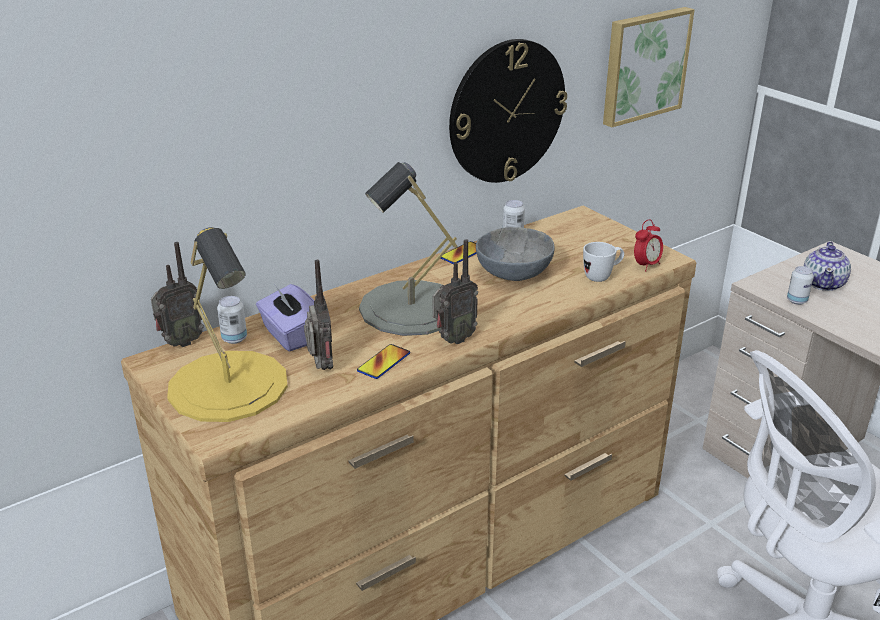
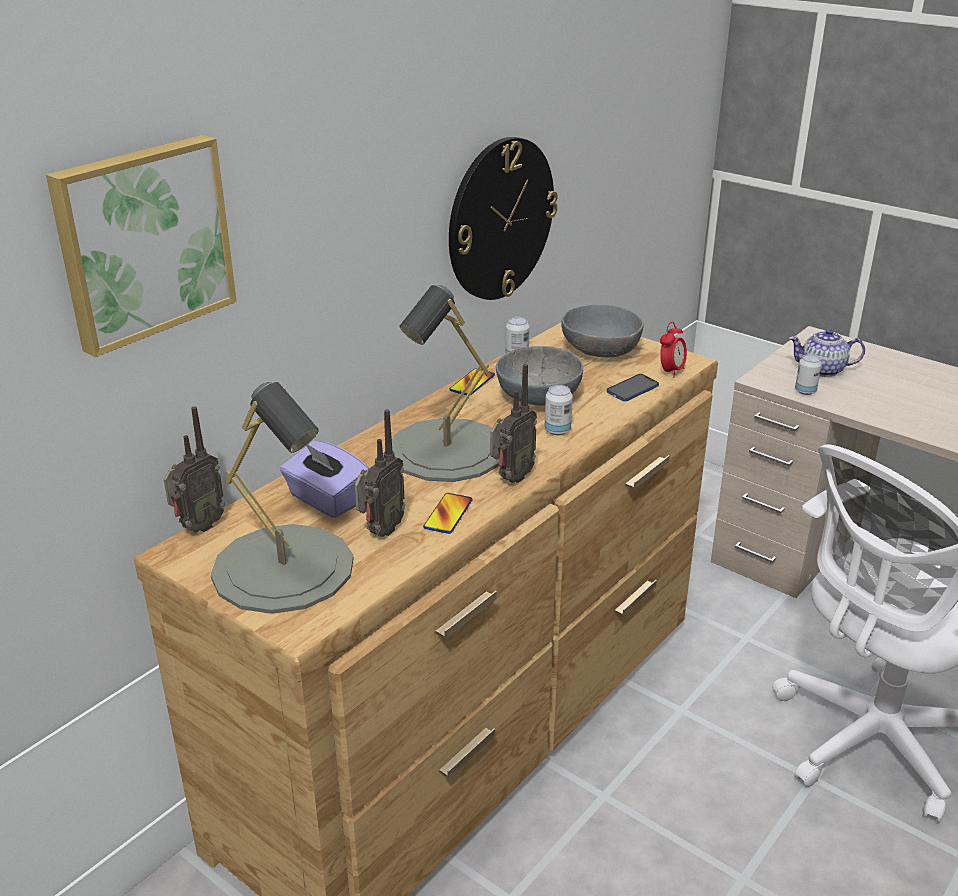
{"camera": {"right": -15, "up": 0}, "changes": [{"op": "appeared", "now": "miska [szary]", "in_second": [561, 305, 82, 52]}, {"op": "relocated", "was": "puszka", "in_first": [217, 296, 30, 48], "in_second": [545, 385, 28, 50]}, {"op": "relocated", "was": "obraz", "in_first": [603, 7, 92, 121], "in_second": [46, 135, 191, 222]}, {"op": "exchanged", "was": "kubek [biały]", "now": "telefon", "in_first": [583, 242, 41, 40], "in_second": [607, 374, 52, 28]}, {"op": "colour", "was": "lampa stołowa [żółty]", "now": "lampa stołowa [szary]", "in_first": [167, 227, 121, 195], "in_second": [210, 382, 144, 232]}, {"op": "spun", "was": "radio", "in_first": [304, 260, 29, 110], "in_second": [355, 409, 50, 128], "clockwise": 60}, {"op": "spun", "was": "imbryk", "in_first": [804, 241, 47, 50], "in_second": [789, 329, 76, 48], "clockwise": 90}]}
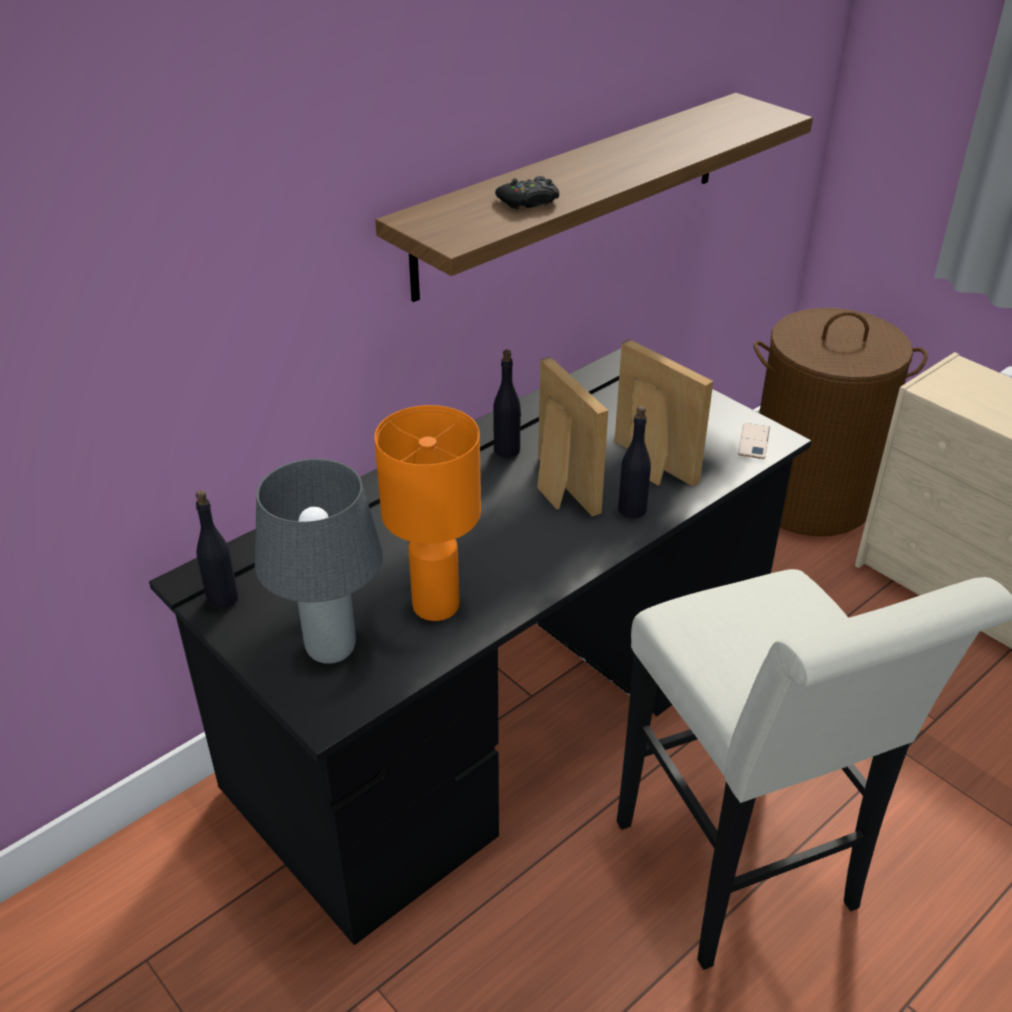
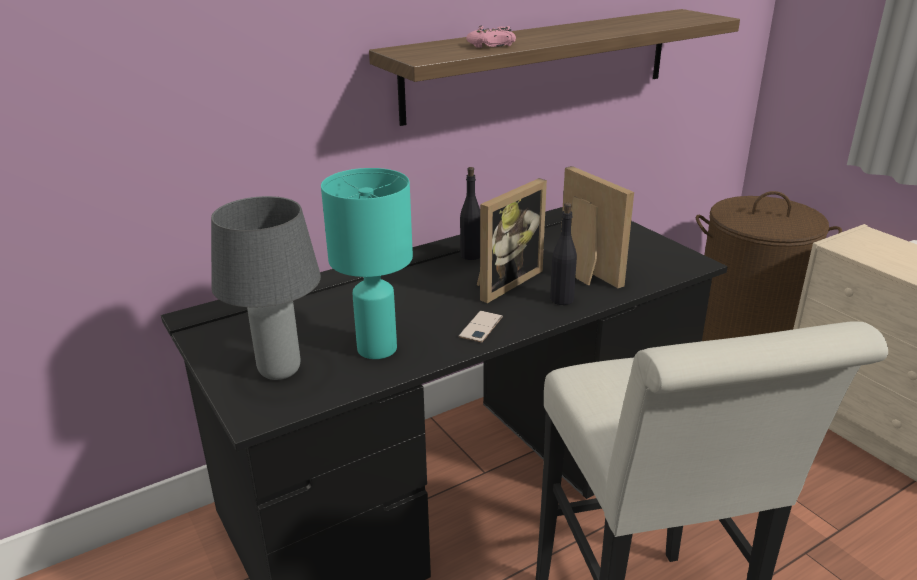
{"camera": {"right": 10, "up": -10}, "changes": [{"op": "missing", "was": "butelka [czarny]", "in_first": [196, 490, 42, 119]}, {"op": "relocated", "was": "telefon", "in_first": [738, 423, 32, 36], "in_second": [459, 311, 44, 32]}, {"op": "colour", "was": "lampa stołowa [pomarańczowy]", "now": "lampa stołowa [turkusowy]", "in_first": [374, 405, 107, 216], "in_second": [321, 168, 92, 191]}, {"op": "colour", "was": "pad do gier [czarny]", "now": "pad do gier [różowy]", "in_first": [495, 176, 64, 33], "in_second": [466, 26, 50, 22]}, {"op": "spun", "was": "ramka na zdjęcie", "in_first": [537, 357, 71, 159], "in_second": [477, 178, 70, 125], "clockwise": 60}]}
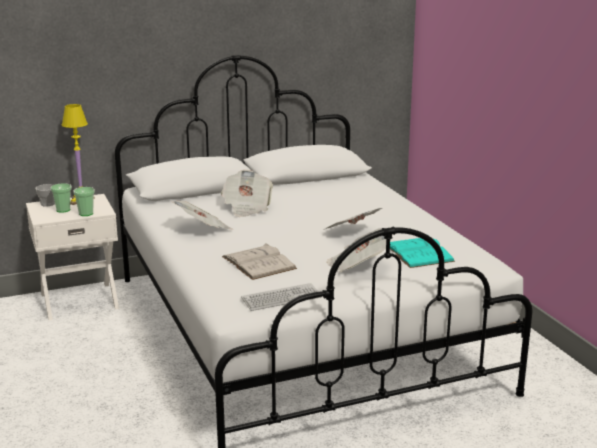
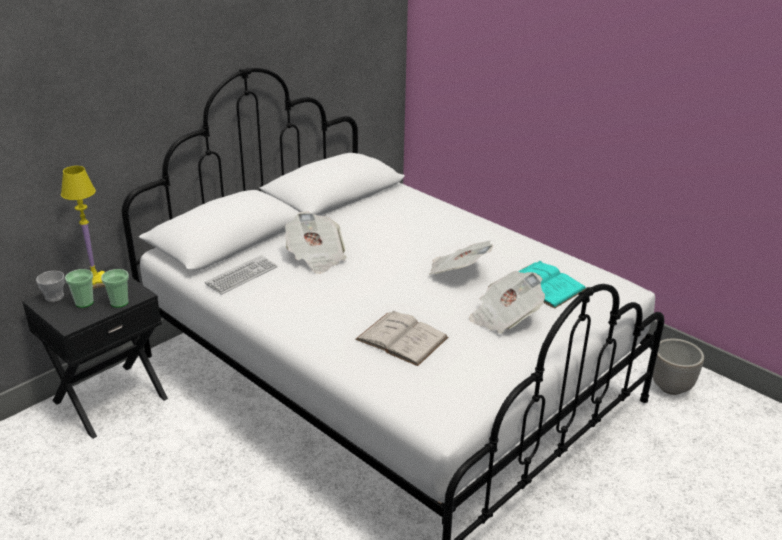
{"camera": {"right": -25, "up": 10}, "changes": [{"op": "missing", "was": "gazeta", "in_first": [171, 201, 61, 28]}, {"op": "appeared", "now": "donica", "in_second": [652, 339, 52, 56]}, {"op": "relocated", "was": "klawiatura", "in_first": [241, 283, 80, 28], "in_second": [205, 255, 72, 40]}, {"op": "colour", "was": "szafka nocna [biały]", "now": "szafka nocna [czarny]", "in_first": [26, 194, 93, 127], "in_second": [22, 265, 146, 174]}]}
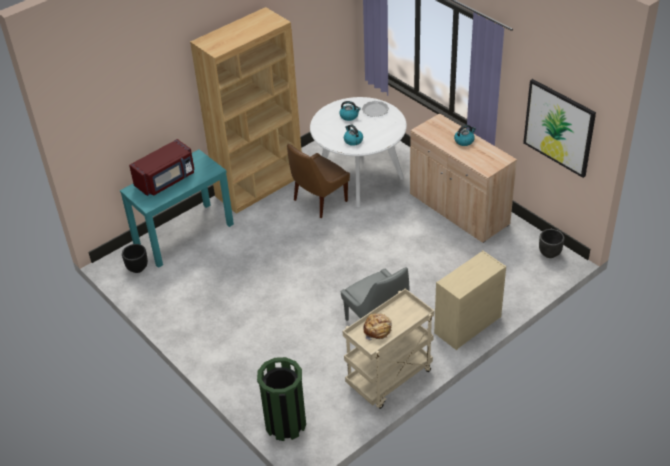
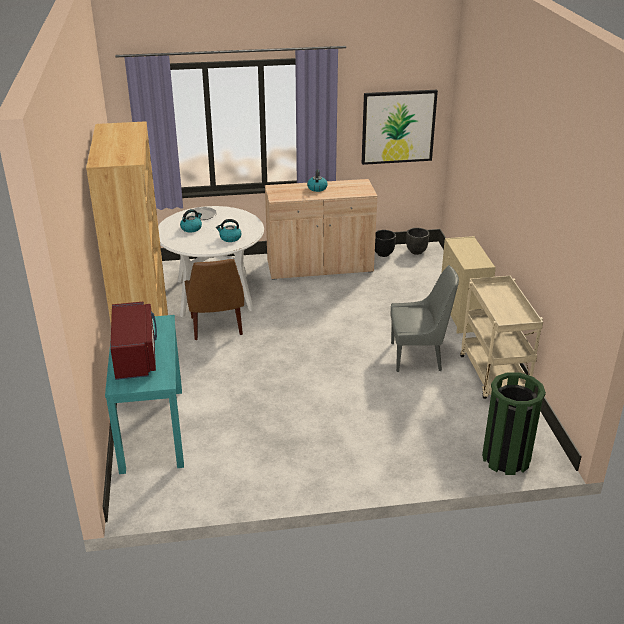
{"camera": {"right": -60, "up": -10}, "changes": [{"op": "missing", "was": "chleb", "in_first": [363, 313, 29, 27]}, {"op": "relocated", "was": "donica [czarny]", "in_first": [122, 244, 26, 29], "in_second": [375, 230, 21, 27]}]}
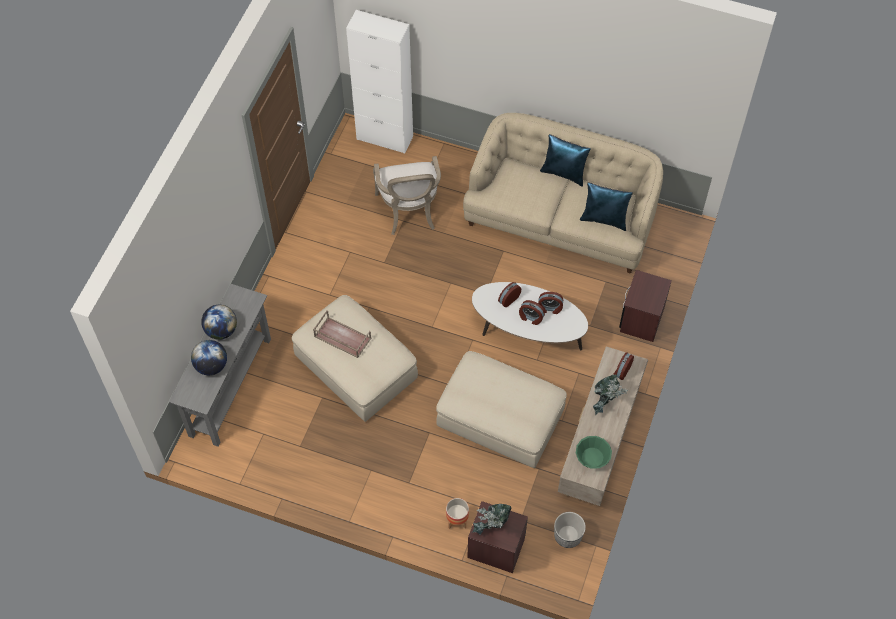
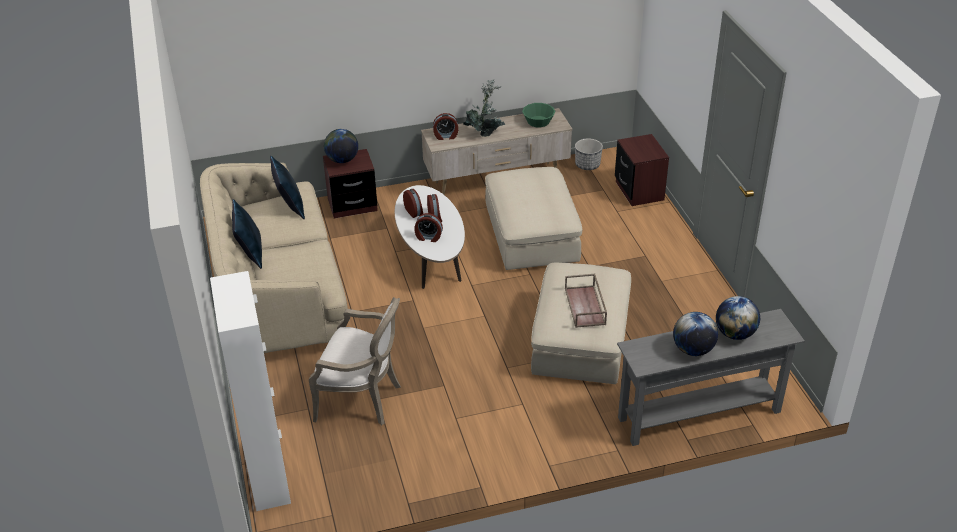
{"camera": {"right": -125, "up": -20}, "changes": [{"op": "missing", "was": "donica", "in_first": [446, 498, 23, 31]}, {"op": "missing", "was": "roślina doniczkowa", "in_first": [472, 504, 39, 30]}, {"op": "appeared", "now": "globus", "in_second": [324, 129, 34, 34]}, {"op": "spun", "was": "fotel", "in_first": [373, 156, 68, 79], "in_second": [309, 297, 92, 128], "clockwise": 60}]}
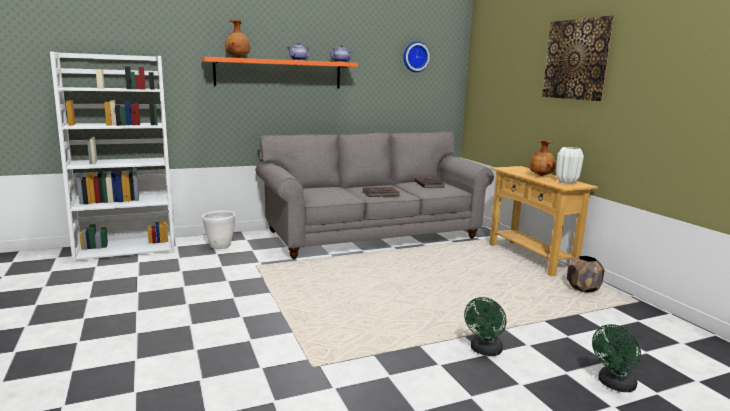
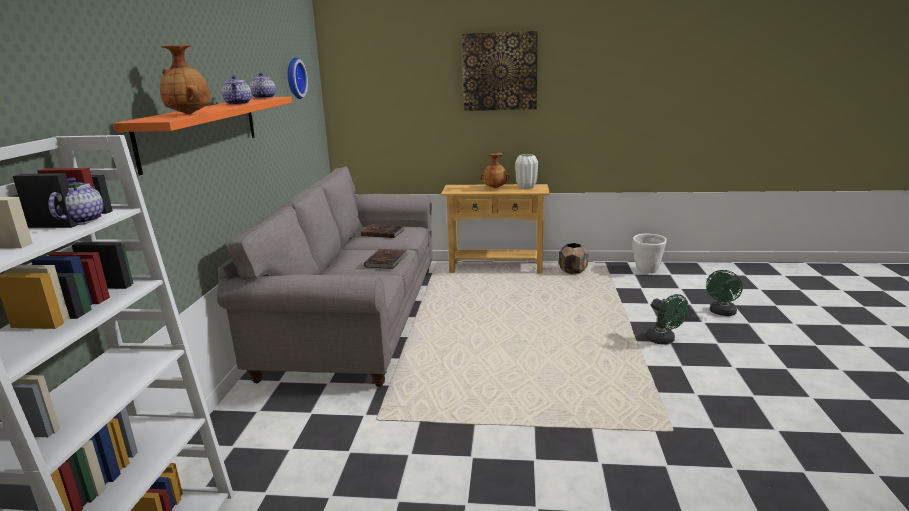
{"camera": {"right": -60, "up": 5}, "changes": [{"op": "appeared", "now": "imbryk", "in_second": [48, 177, 55, 47]}, {"op": "relocated", "was": "donica [biały]", "in_first": [202, 211, 33, 38], "in_second": [633, 234, 34, 39]}, {"op": "spun", "was": "wentylator [zielony]", "in_first": [592, 324, 49, 68], "in_second": [706, 270, 37, 46], "clockwise": 45}]}
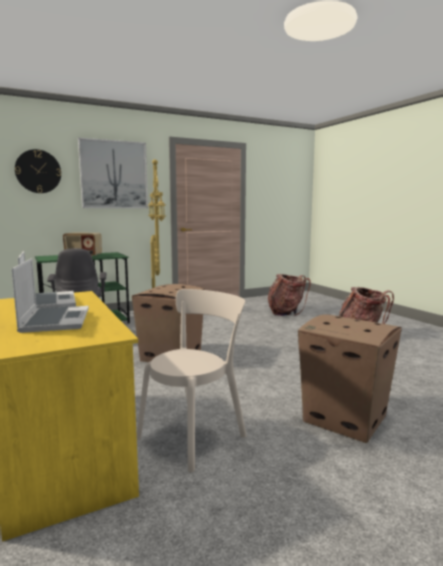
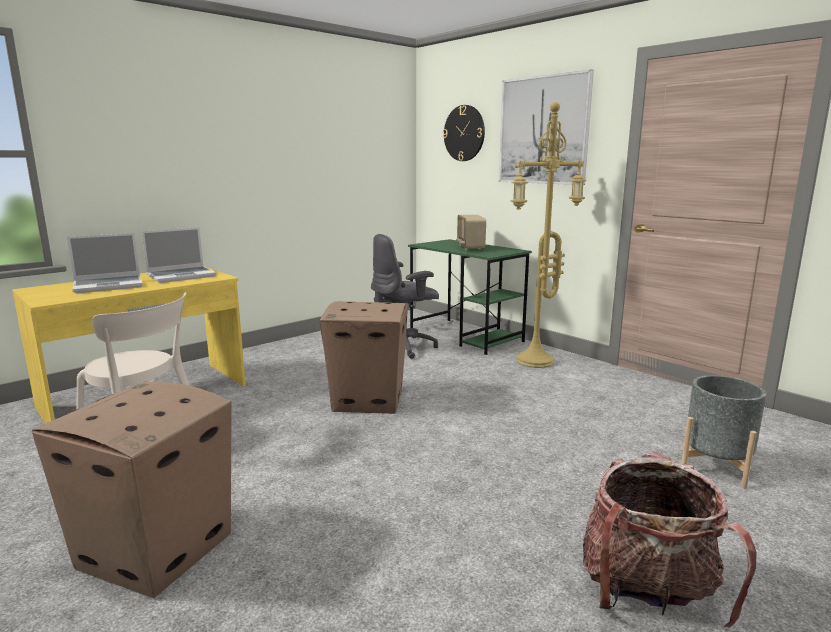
{"camera": {"right": 75, "up": 5}, "changes": [{"op": "exchanged", "was": "plecak", "now": "donica [szary]", "in_first": [268, 274, 43, 42], "in_second": [681, 375, 85, 114]}]}
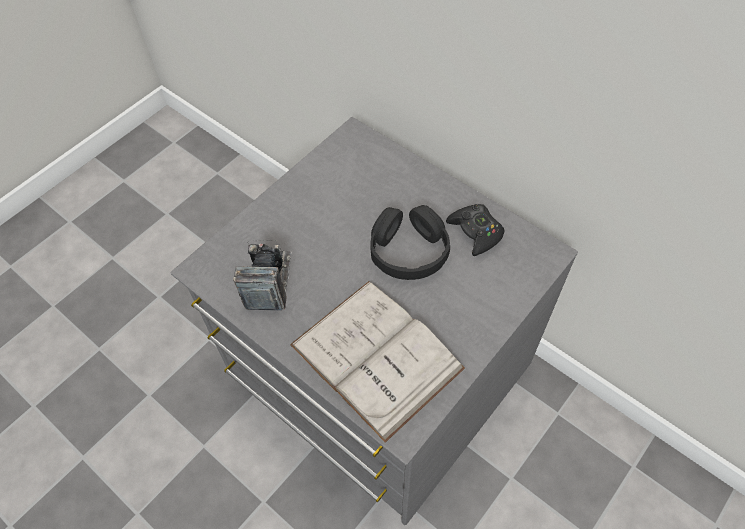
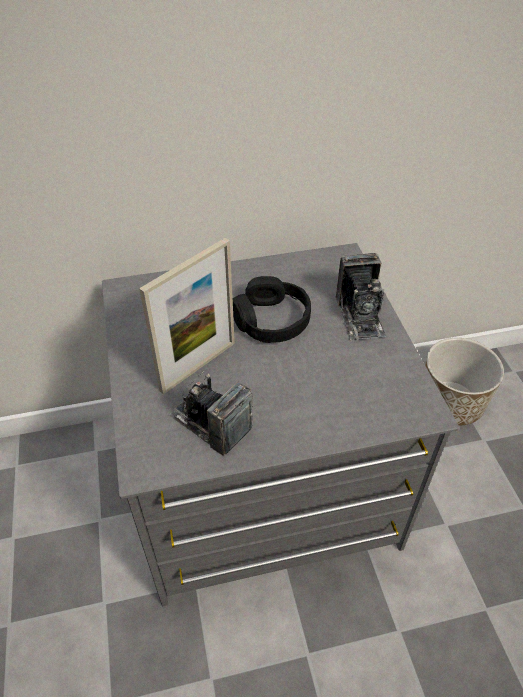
{"camera": {"right": -55, "up": -10}, "changes": [{"op": "missing", "was": "książka [biały]", "in_first": [290, 281, 175, 162]}, {"op": "missing", "was": "pad do gier [czarny]", "in_first": [446, 204, 58, 52]}, {"op": "appeared", "now": "ramka na zdjęcie", "in_second": [139, 238, 96, 156]}, {"op": "appeared", "now": "aparat fotograficzny", "in_second": [336, 253, 50, 87]}, {"op": "appeared", "now": "donica", "in_second": [425, 338, 79, 88]}]}
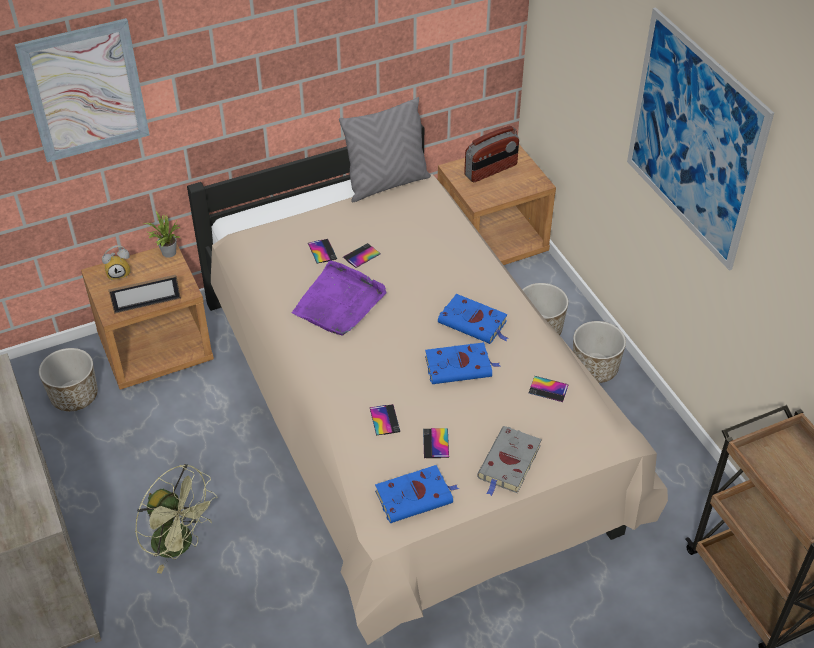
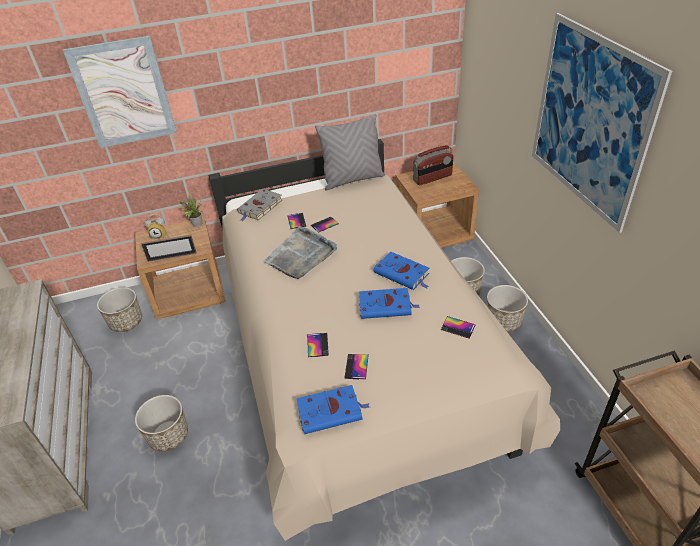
{"camera": {"right": 10, "up": -5}, "changes": [{"op": "relocated", "was": "książka [szary]", "in_first": [477, 426, 65, 70], "in_second": [237, 189, 45, 32]}, {"op": "exchanged", "was": "wentylator [zielony]", "now": "donica", "in_first": [135, 464, 82, 110], "in_second": [135, 395, 53, 56]}, {"op": "colour", "was": "taca [fioletowy]", "now": "taca [szary]", "in_first": [292, 260, 95, 76], "in_second": [263, 226, 74, 53]}]}
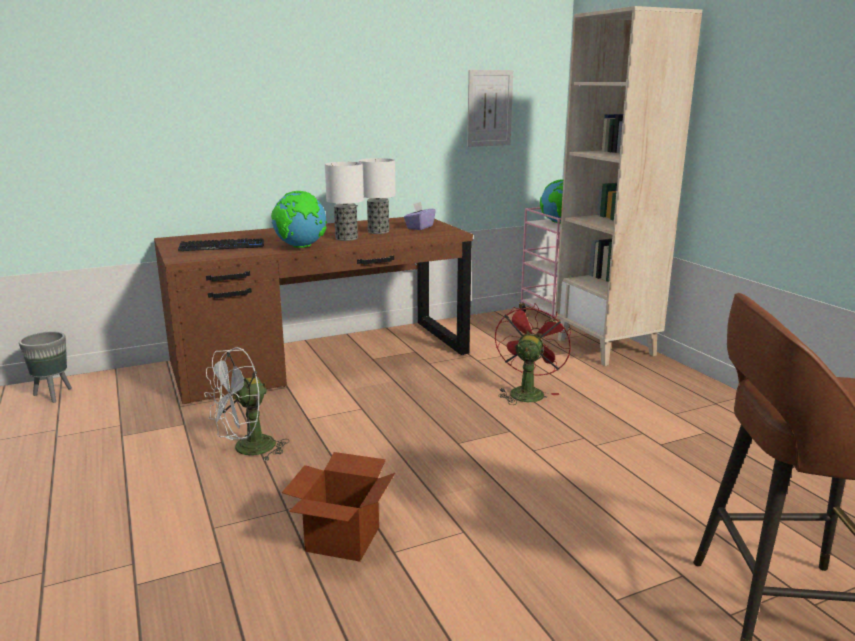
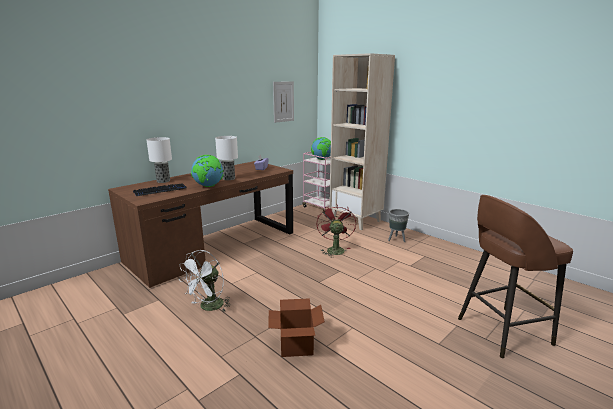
{"camera": {"right": -20, "up": 0}, "changes": [{"op": "relocated", "was": "donica [szary]", "in_first": [19, 331, 53, 72], "in_second": [388, 209, 21, 33]}, {"op": "relocated", "was": "lampa stołowa", "in_first": [359, 158, 36, 76], "in_second": [146, 137, 26, 46]}]}
